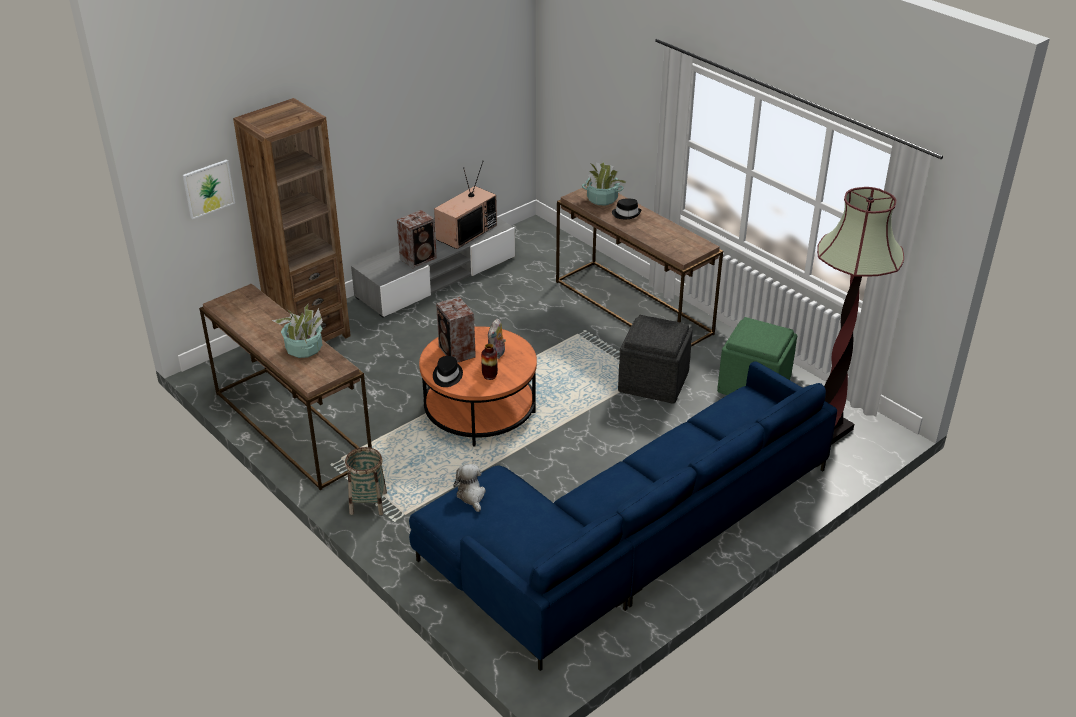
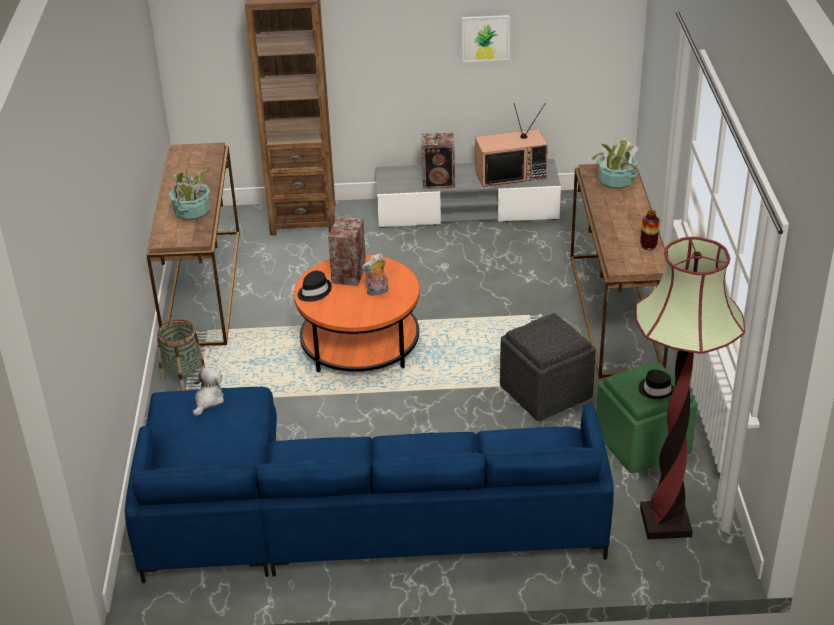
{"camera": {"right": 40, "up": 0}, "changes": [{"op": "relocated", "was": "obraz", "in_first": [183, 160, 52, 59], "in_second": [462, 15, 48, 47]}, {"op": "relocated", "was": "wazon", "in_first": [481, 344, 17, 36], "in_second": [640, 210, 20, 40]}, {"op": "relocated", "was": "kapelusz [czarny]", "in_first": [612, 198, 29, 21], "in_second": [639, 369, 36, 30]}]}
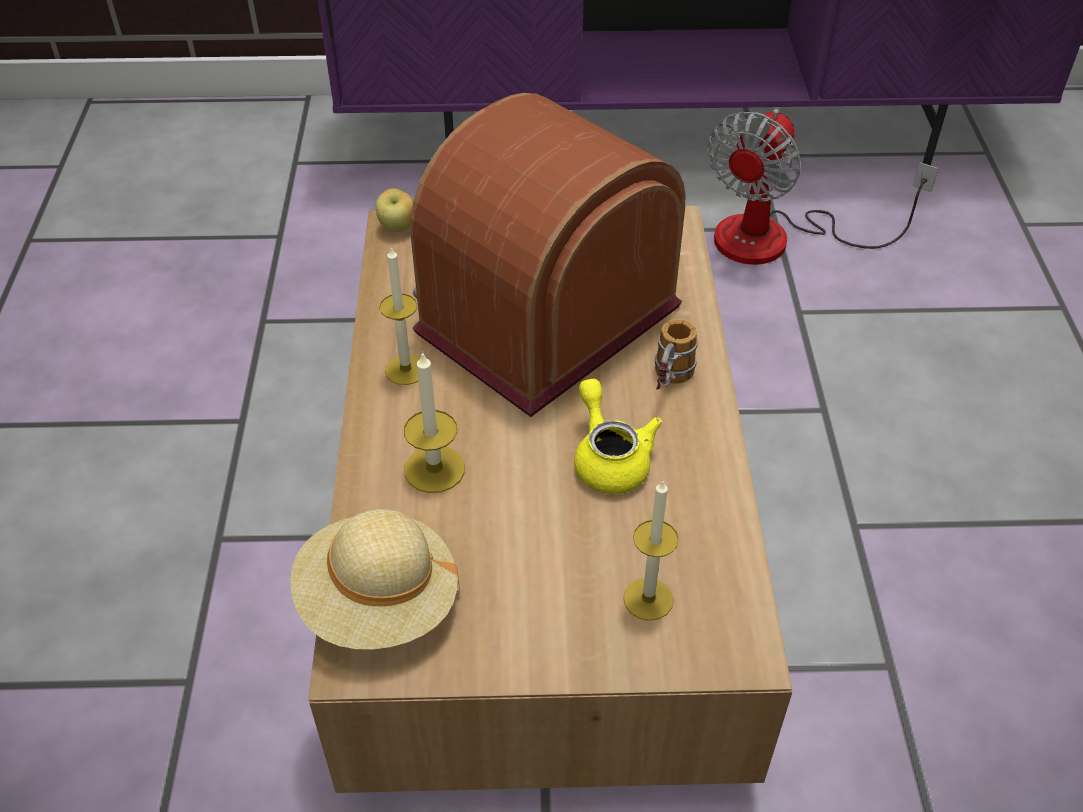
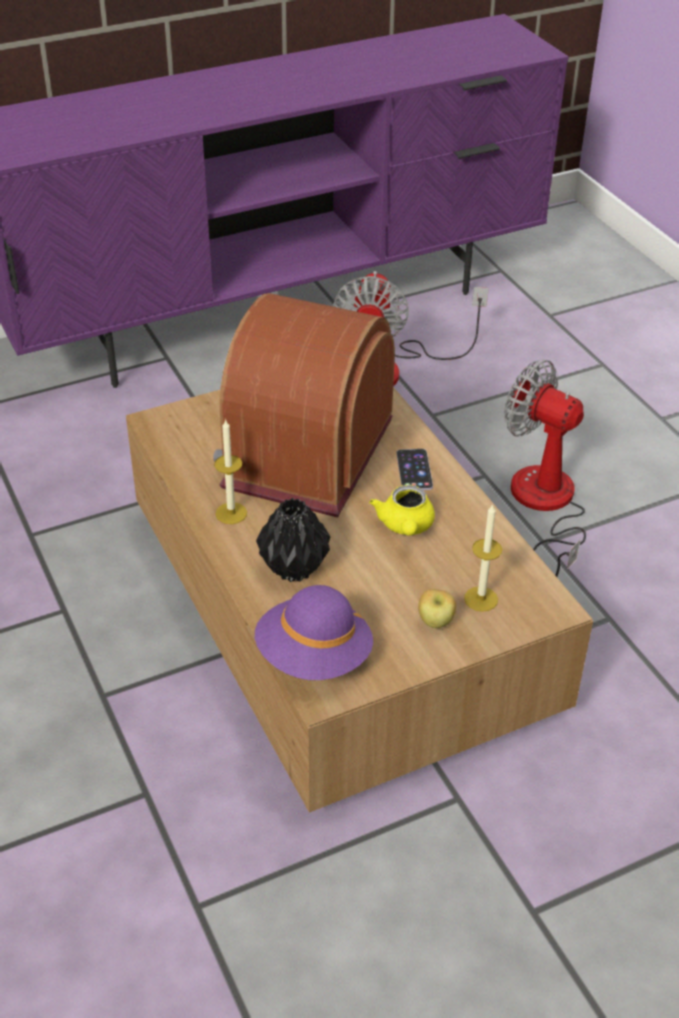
{"camera": {"right": -25, "up": -5}, "changes": [{"op": "appeared", "now": "wentylator", "in_second": [504, 359, 82, 218]}, {"op": "relocated", "was": "jabłko", "in_first": [376, 188, 37, 44], "in_second": [418, 589, 38, 39]}, {"op": "exchanged", "was": "świeca", "now": "wazon [czarny]", "in_first": [404, 351, 61, 142], "in_second": [256, 498, 74, 84]}, {"op": "exchanged", "was": "kubek", "now": "telefon", "in_first": [655, 319, 43, 71], "in_second": [397, 449, 36, 41]}, {"op": "colour", "was": "kapelusz [beżowy]", "now": "kapelusz [fioletowy]", "in_first": [290, 509, 170, 140], "in_second": [255, 585, 118, 95]}, {"op": "spun", "was": "imbryk [żółty]", "in_first": [574, 379, 88, 115], "in_second": [369, 485, 66, 51], "clockwise": -135}]}
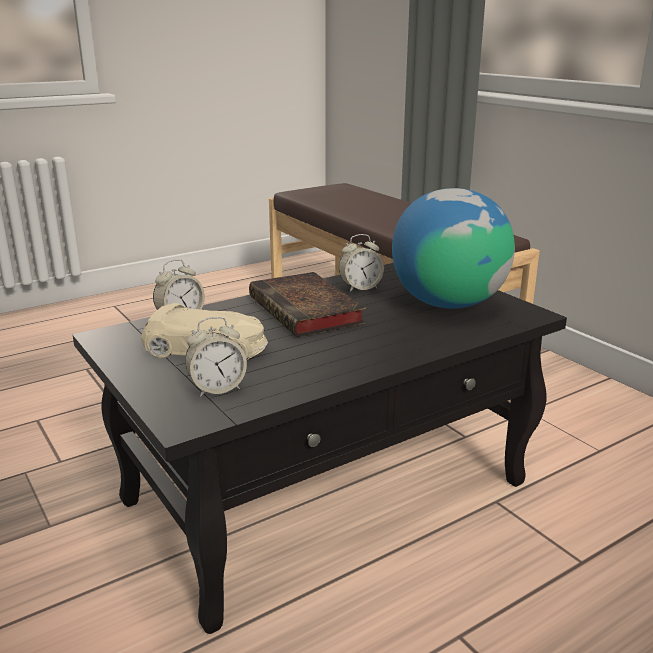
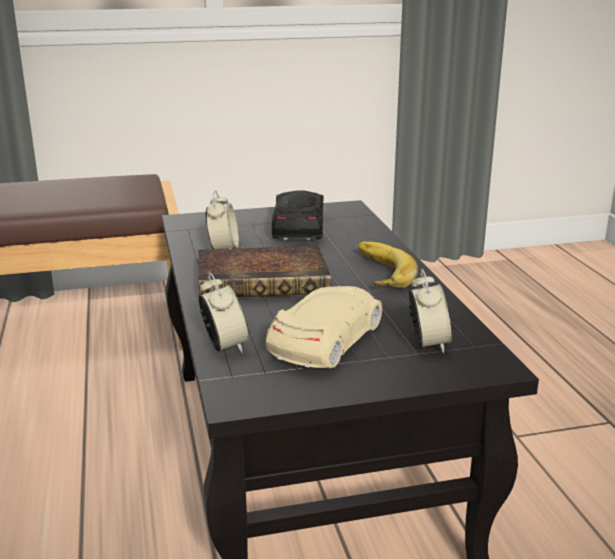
{"camera": {"right": -70, "up": 0}, "changes": [{"op": "appeared", "now": "banan", "in_second": [358, 242, 60, 46]}, {"op": "exchanged", "was": "globus", "now": "samochodzik [czarny]", "in_first": [392, 188, 123, 121], "in_second": [272, 190, 51, 50]}]}
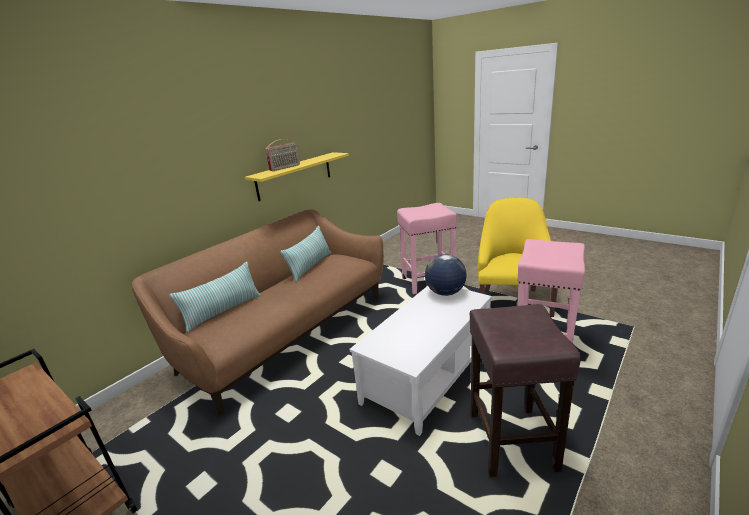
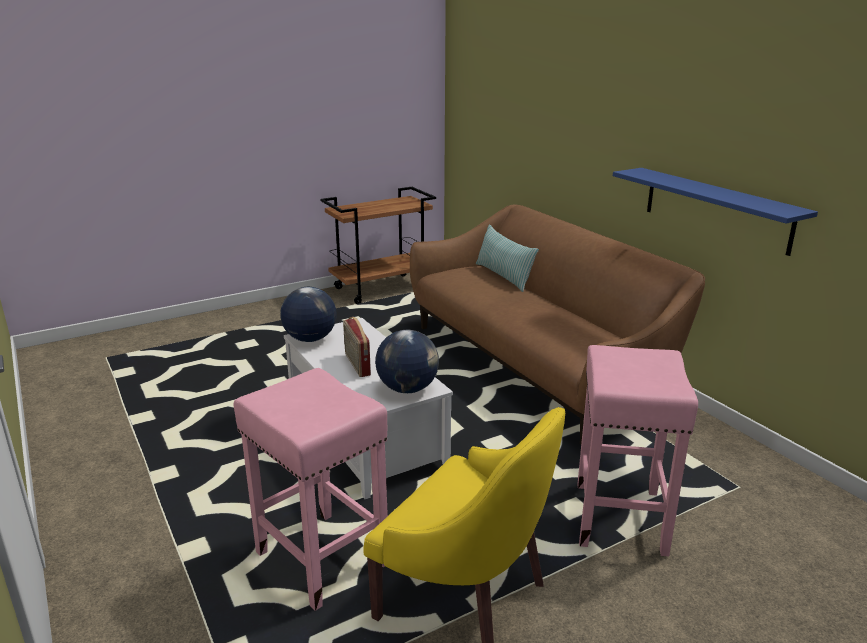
{"camera": {"right": 110, "up": 0}, "changes": [{"op": "missing", "was": "poduszka", "in_first": [280, 226, 51, 56]}, {"op": "missing", "was": "stołek [brązowy]", "in_first": [470, 304, 111, 173]}, {"op": "appeared", "now": "globus", "in_second": [280, 287, 57, 55]}, {"op": "relocated", "was": "radio", "in_first": [265, 139, 35, 32], "in_second": [343, 317, 28, 60]}, {"op": "colour", "was": "półka [żółty]", "now": "półka [niebieski]", "in_first": [245, 152, 104, 49], "in_second": [613, 168, 205, 88]}]}
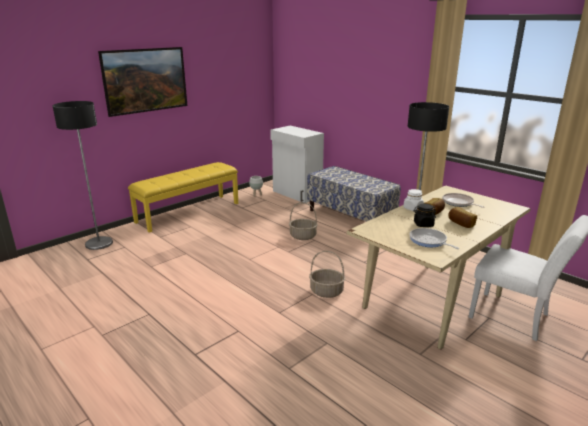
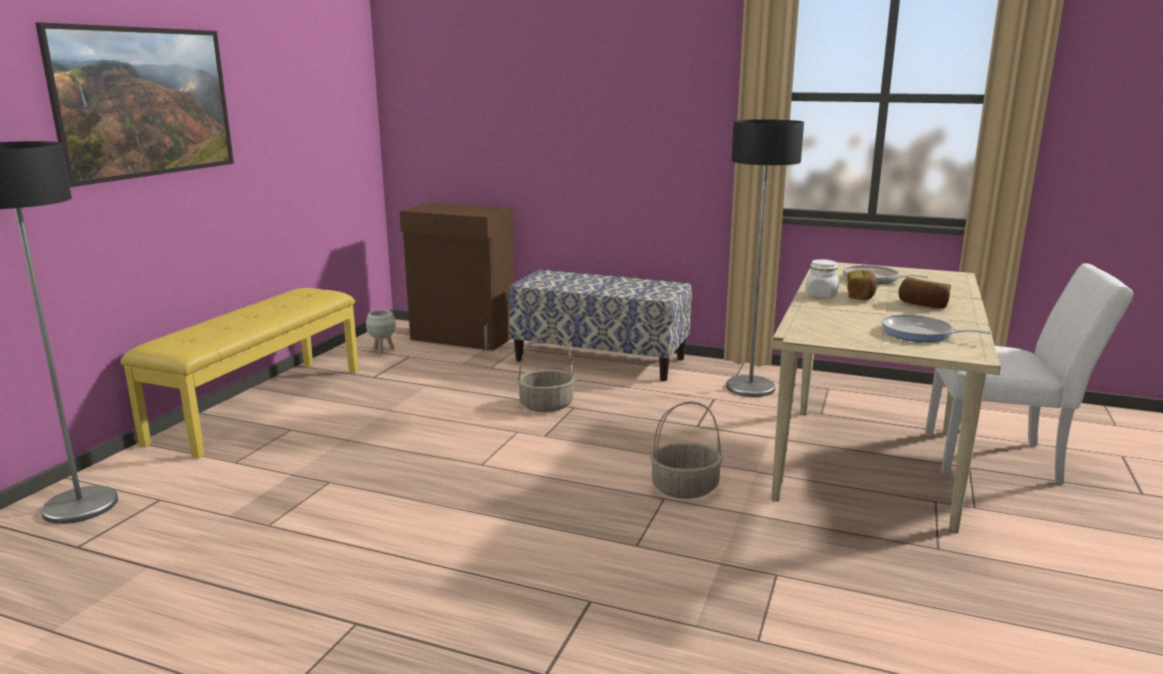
{"camera": {"right": -25, "up": -5}, "changes": [{"op": "missing", "was": "słoik [czarny]", "in_first": [413, 204, 23, 23]}, {"op": "colour", "was": "szafka [biały]", "now": "szafka [brązowy]", "in_first": [270, 126, 54, 77], "in_second": [399, 203, 116, 148]}]}
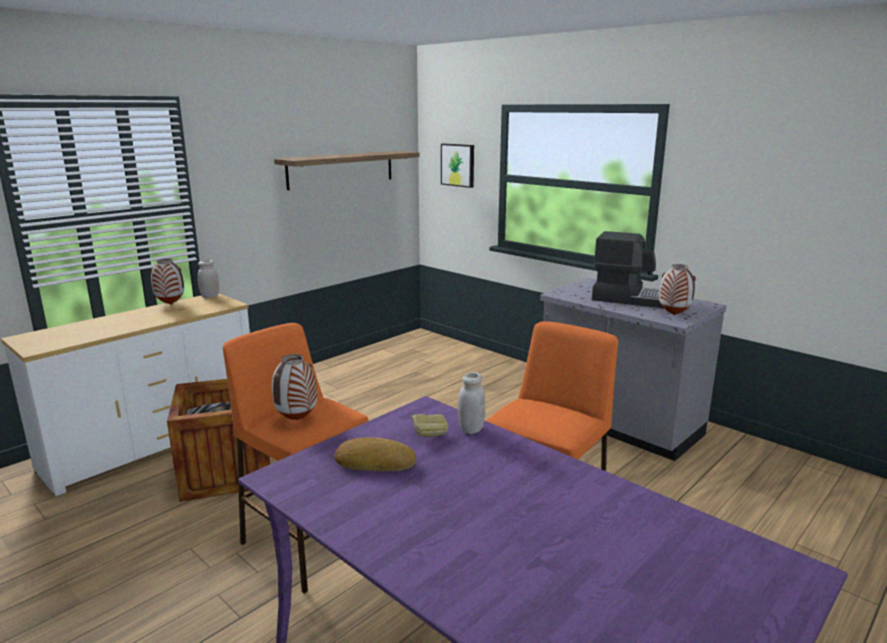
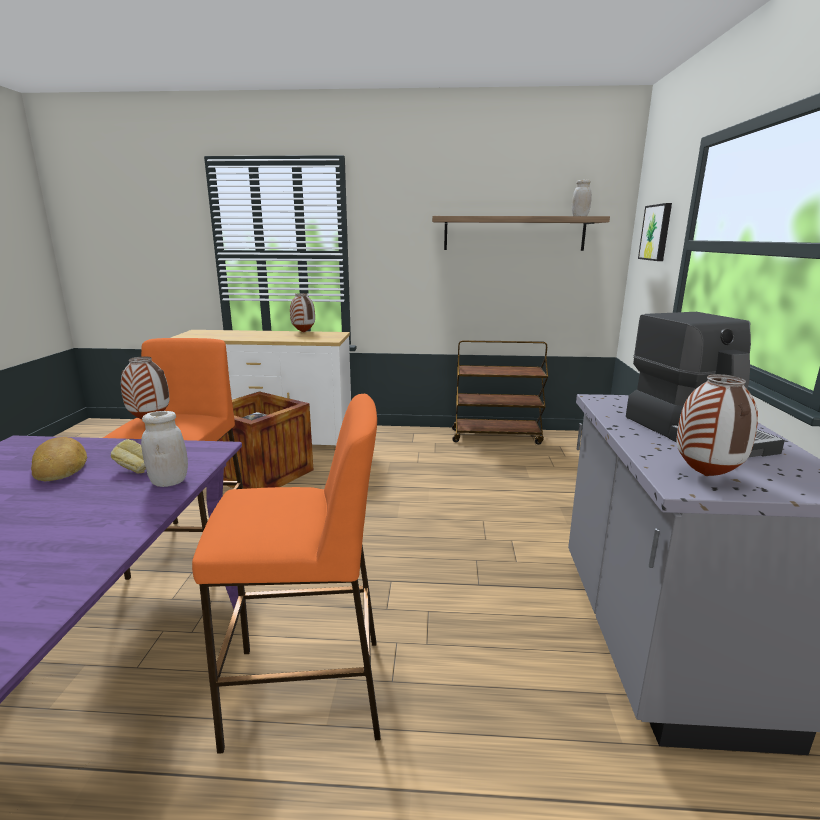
{"camera": {"right": 50, "up": 0}, "changes": [{"op": "appeared", "now": "wózek [brązowy]", "in_second": [452, 340, 96, 105]}, {"op": "relocated", "was": "słoik [biały]", "in_first": [198, 260, 21, 38], "in_second": [572, 180, 20, 36]}]}
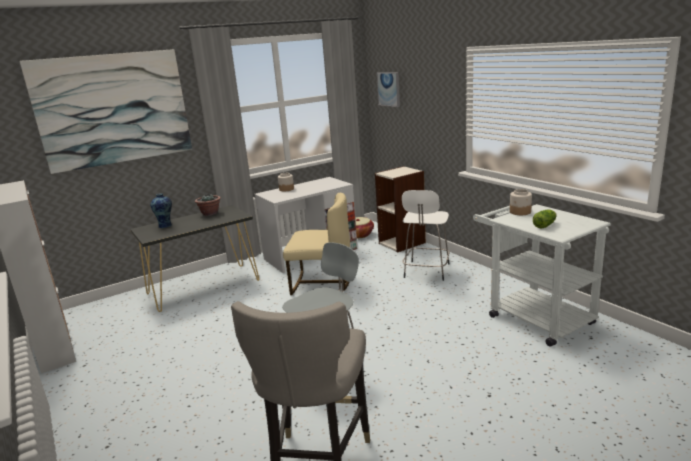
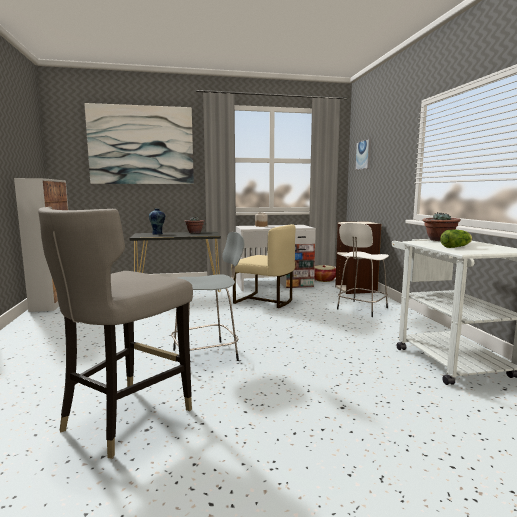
{"camera": {"right": 20, "up": -10}, "changes": [{"op": "exchanged", "was": "słoik", "now": "roślina doniczkowa", "in_first": [510, 189, 22, 26], "in_second": [423, 212, 38, 29]}]}
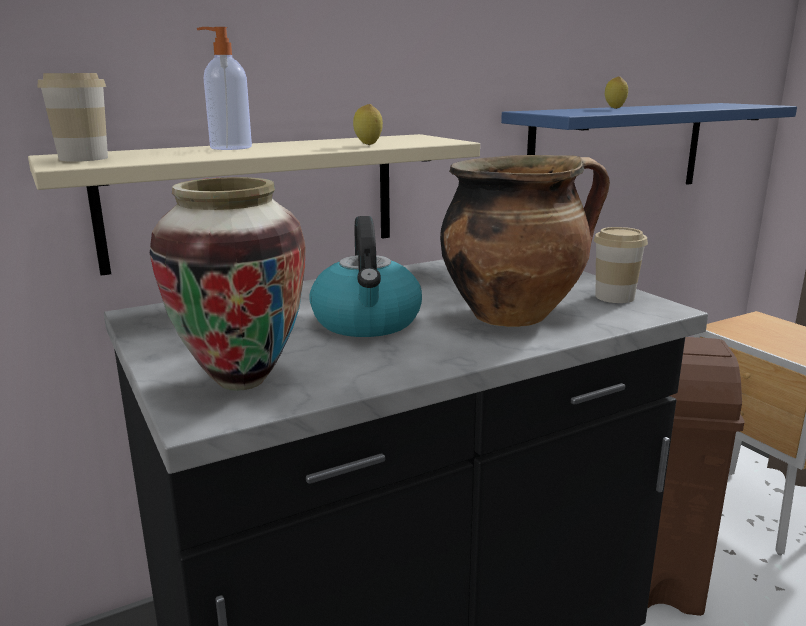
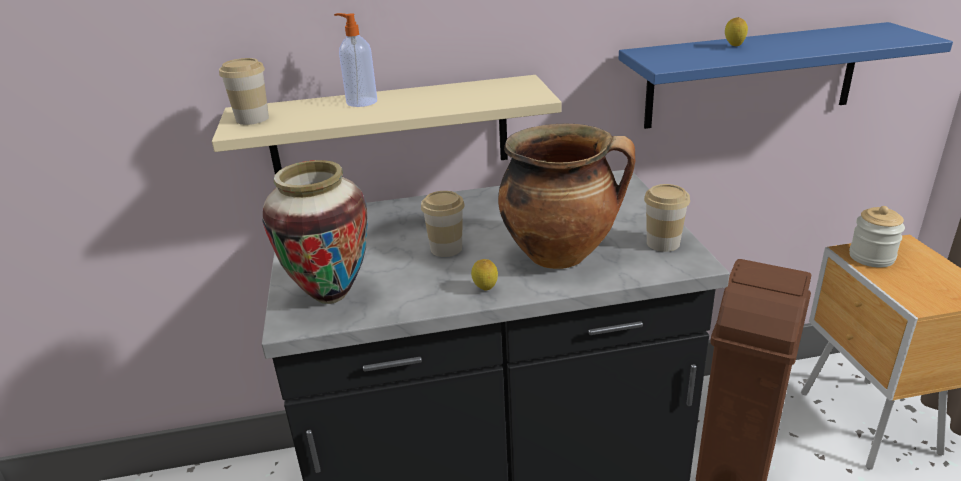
{"camera": {"right": 20, "up": 10}, "changes": [{"op": "appeared", "now": "słoik", "in_second": [849, 206, 56, 62]}, {"op": "relocated", "was": "cytryna", "in_first": [353, 104, 30, 41], "in_second": [471, 259, 27, 32]}, {"op": "exchanged", "was": "czajnik", "now": "filiżanka", "in_first": [309, 216, 113, 121], "in_second": [421, 191, 44, 66]}]}
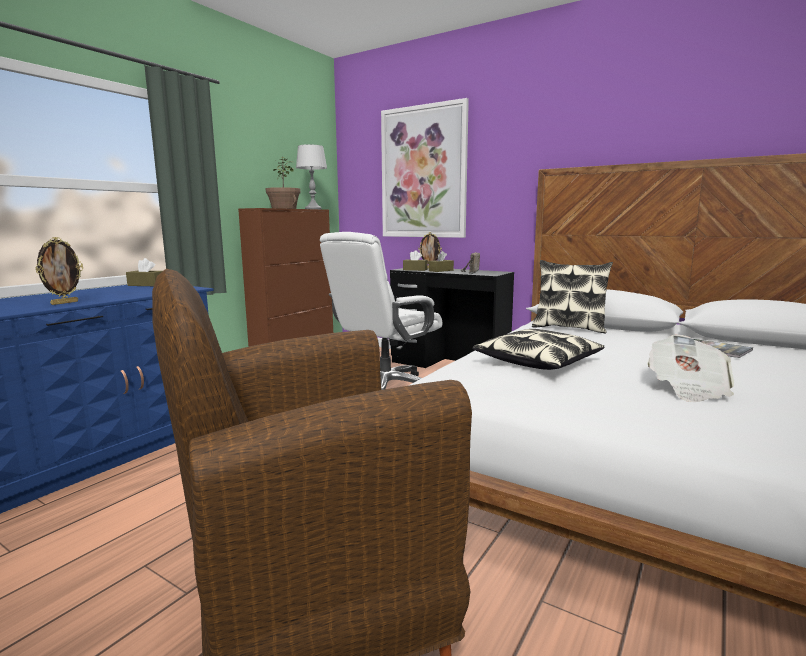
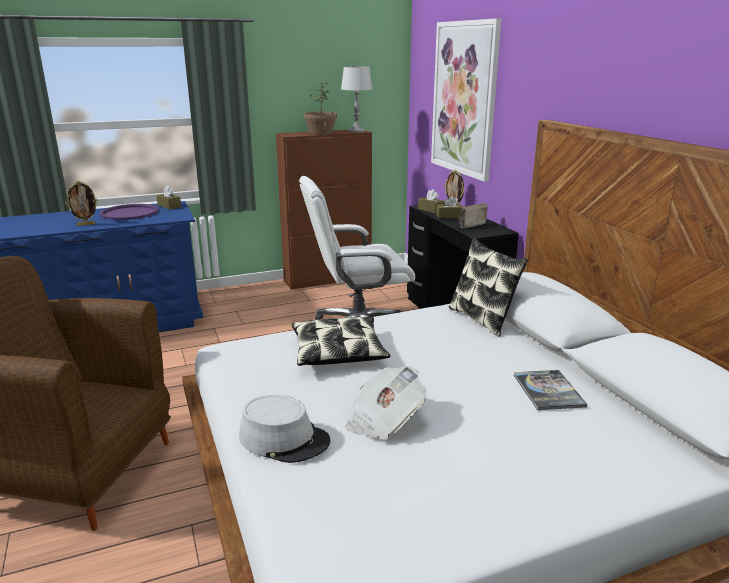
{"camera": {"right": 35, "up": 10}, "changes": [{"op": "appeared", "now": "taca [fioletowy]", "in_second": [100, 204, 59, 16]}, {"op": "appeared", "now": "kapelusz [szary]", "in_second": [239, 395, 92, 68]}]}
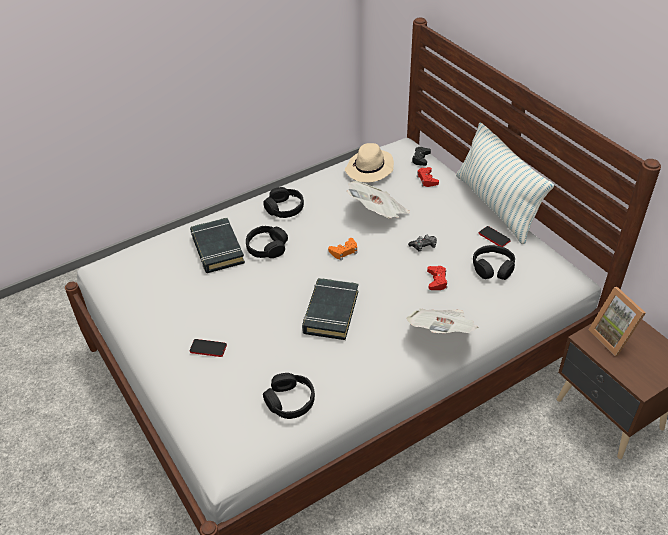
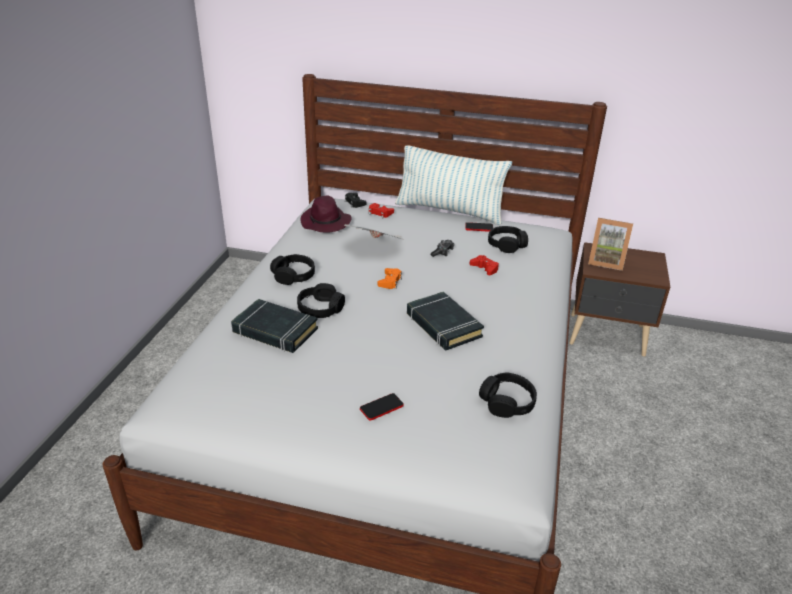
{"camera": {"right": -45, "up": -10}, "changes": [{"op": "missing", "was": "gazeta", "in_first": [407, 309, 71, 24]}, {"op": "colour", "was": "kapelusz [beżowy]", "now": "kapelusz [fioletowy]", "in_first": [345, 143, 49, 40], "in_second": [300, 195, 52, 37]}]}
